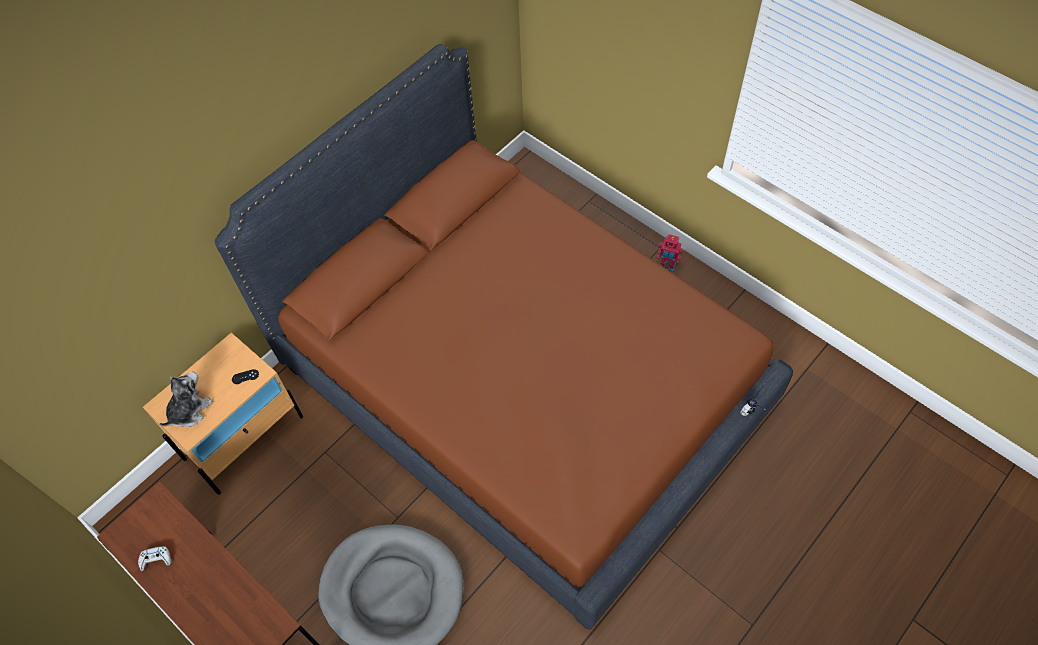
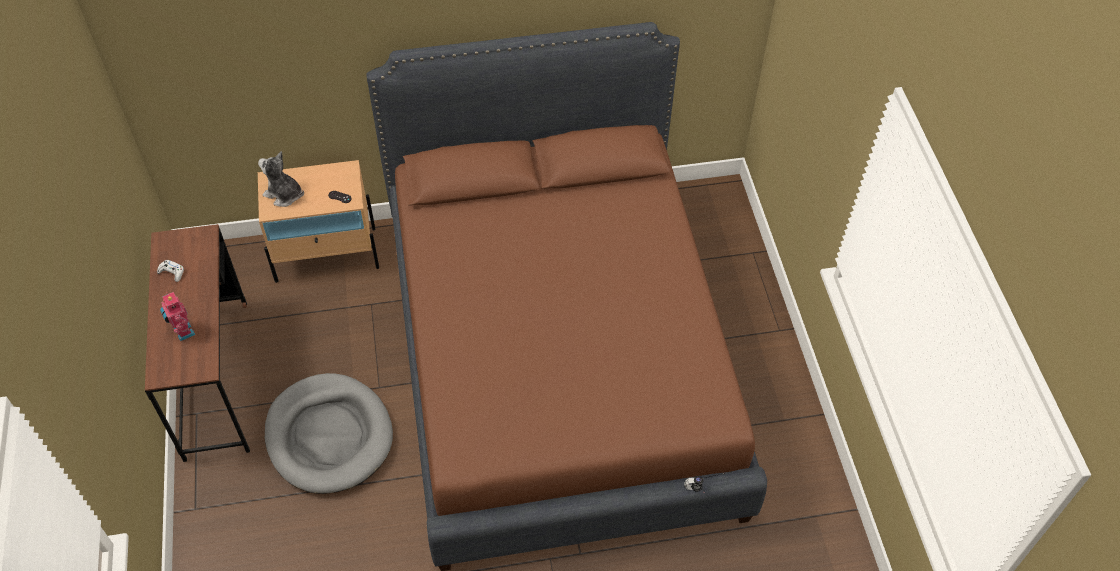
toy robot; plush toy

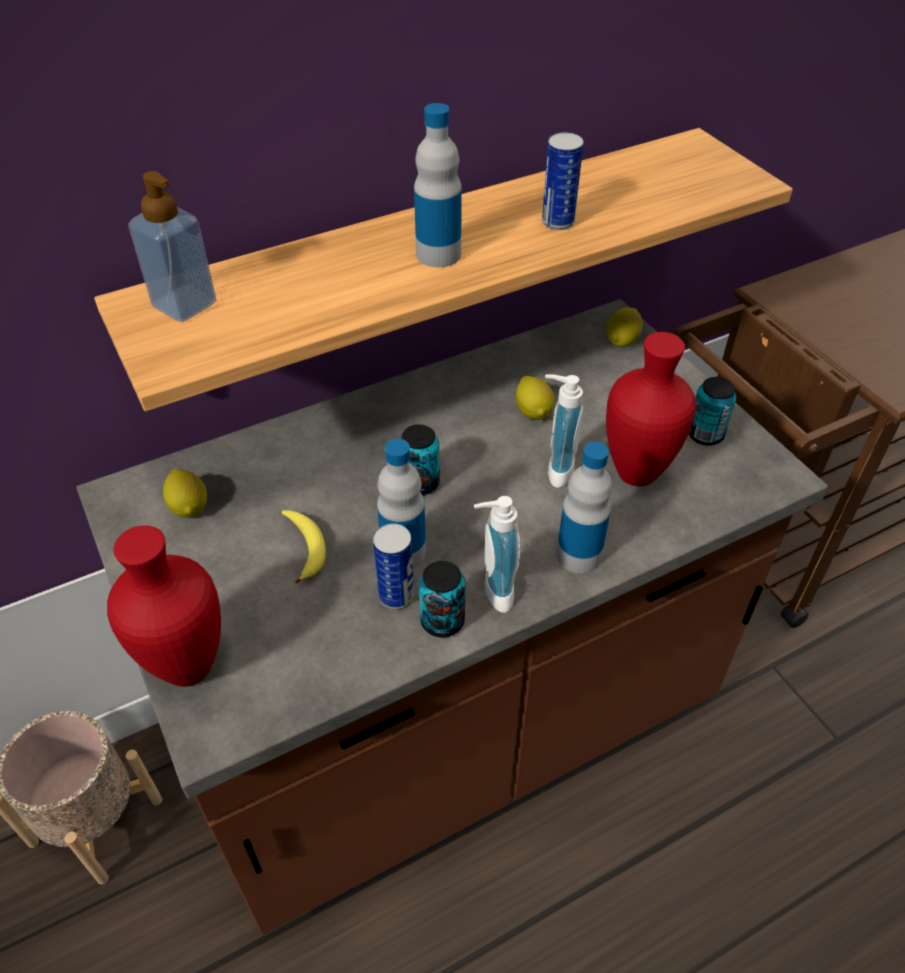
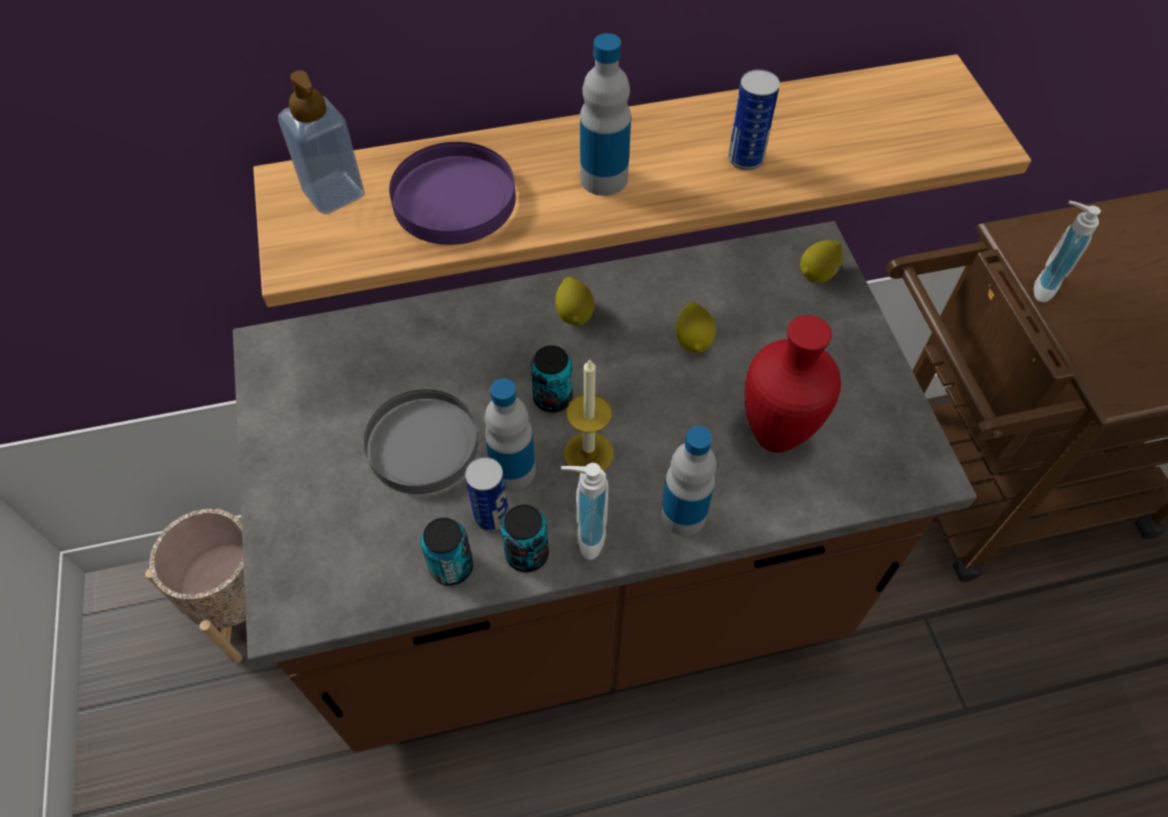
soap dispenser (no. 3 from left); can (no. 1 from left); lemon (no. 1 from left); grey plate; red vase (no. 1 from left in the first image); purple plate; candle

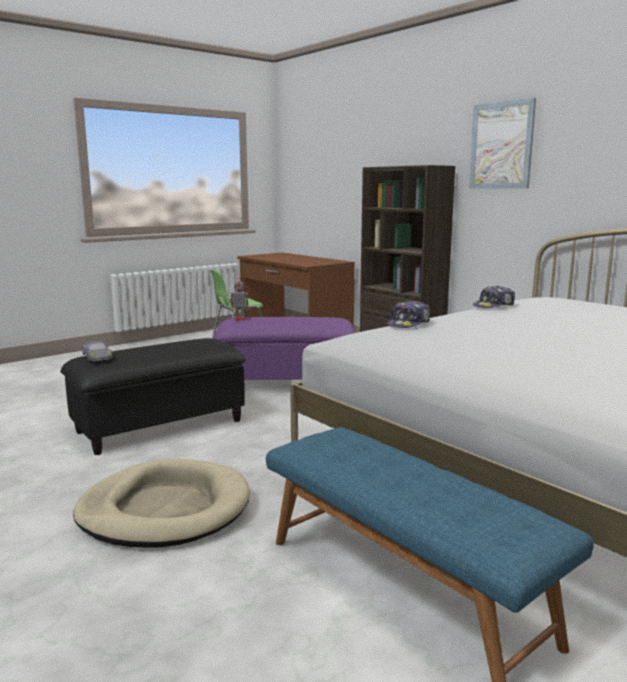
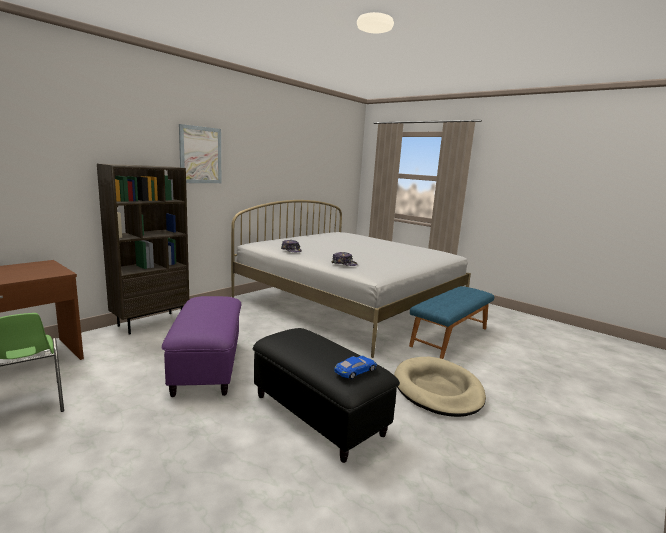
toy robot; blue toy car

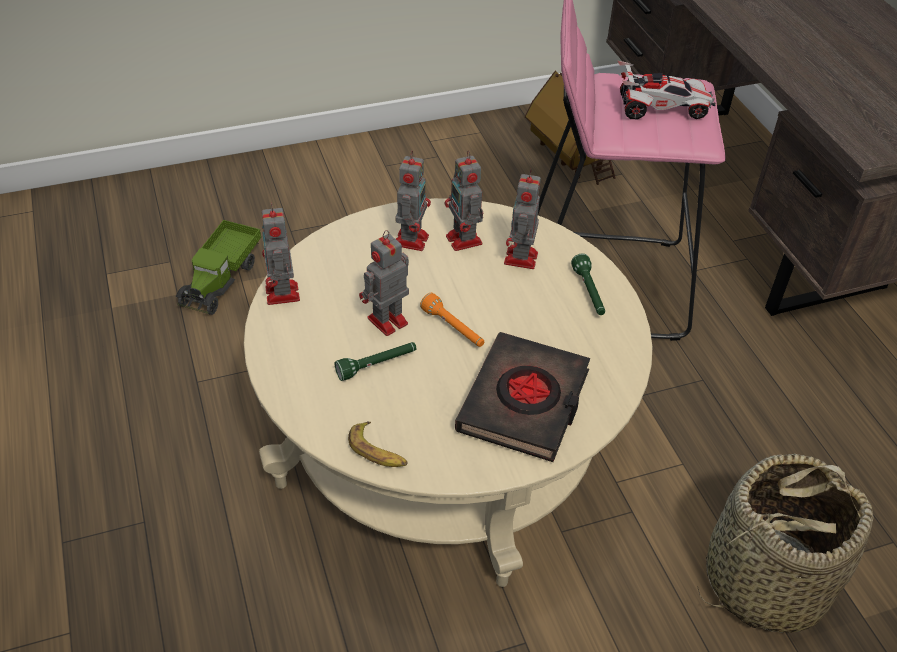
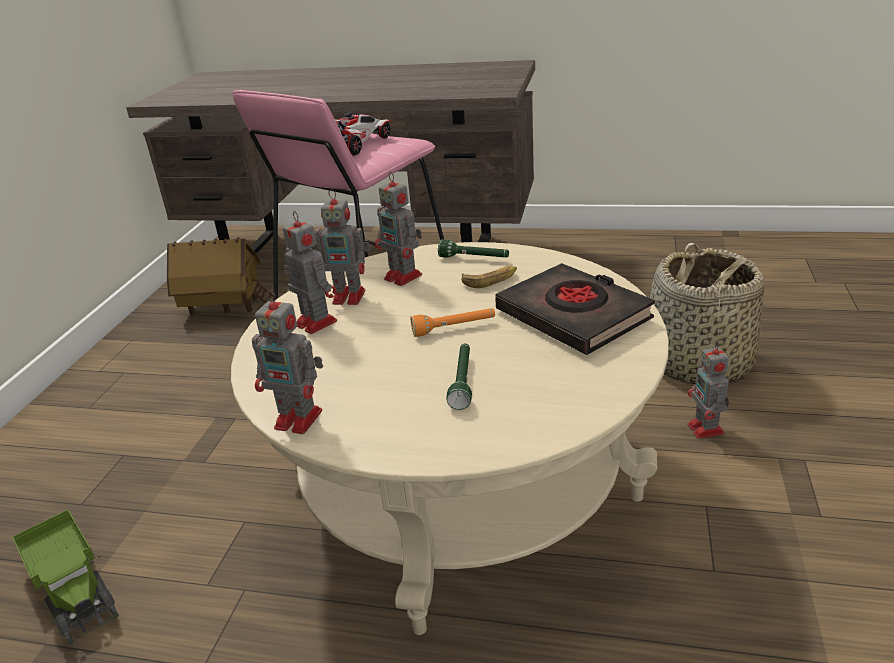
toy robot (no. 5 from left); banana

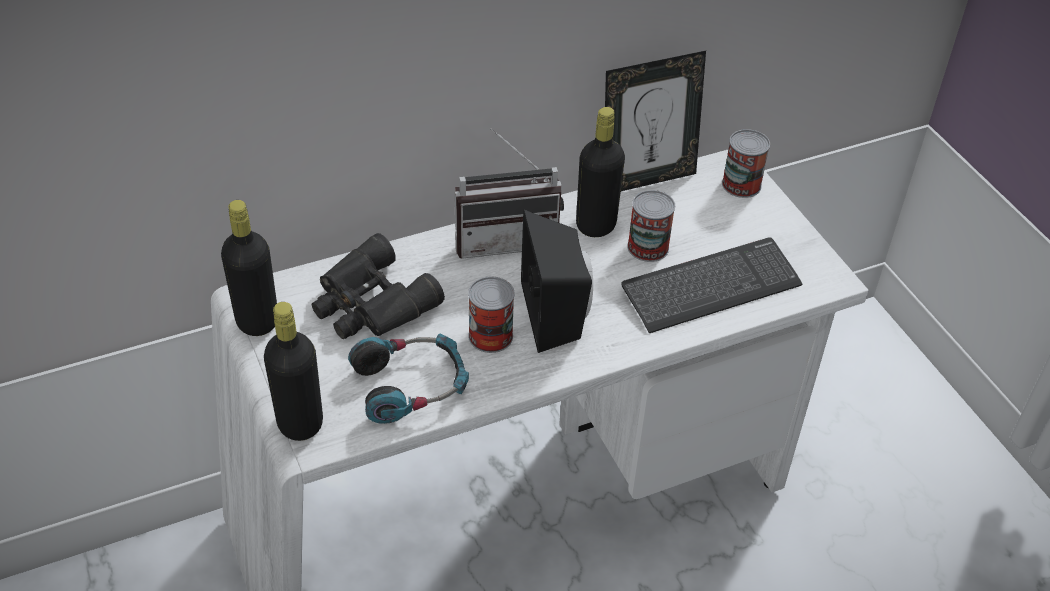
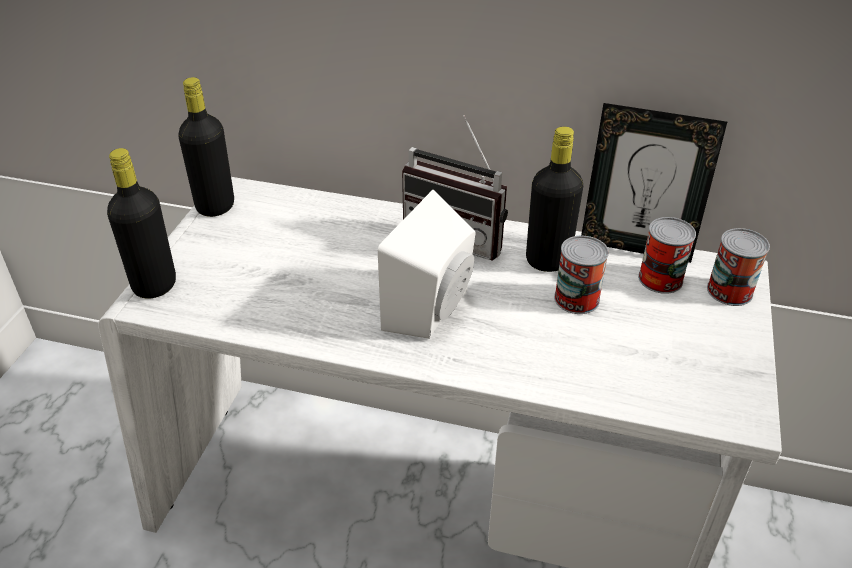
white speaker; black binoculars; keyboard; can (no. 2 from left); headphones

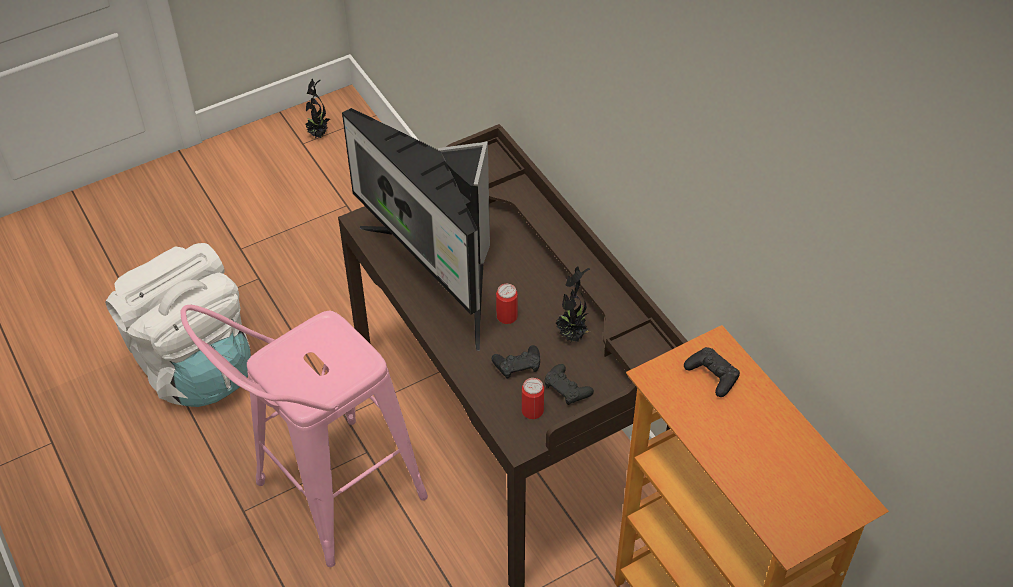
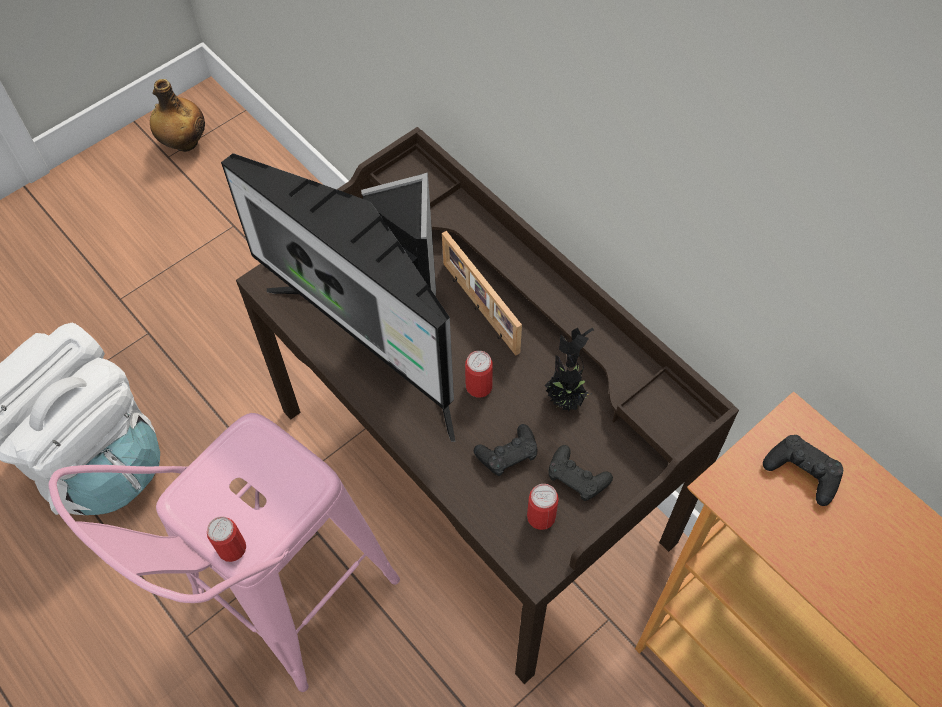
bottle; picture frame; can (no. 1 from left)

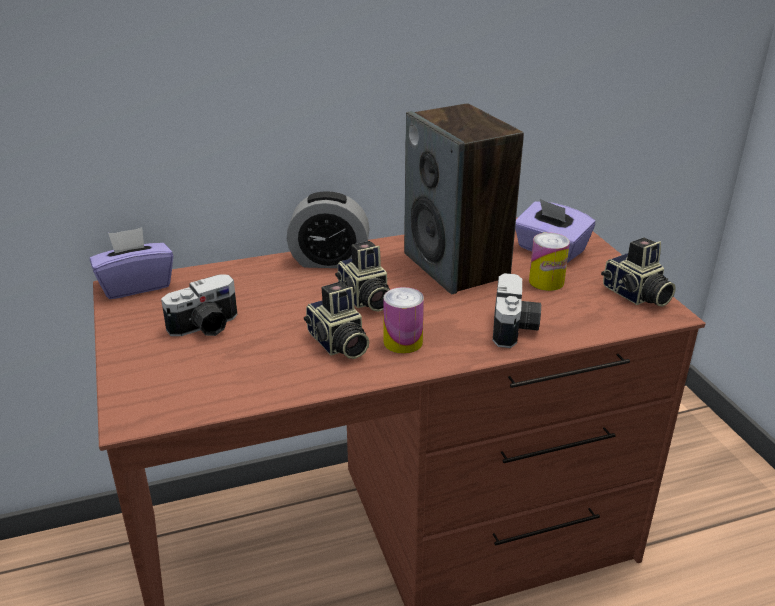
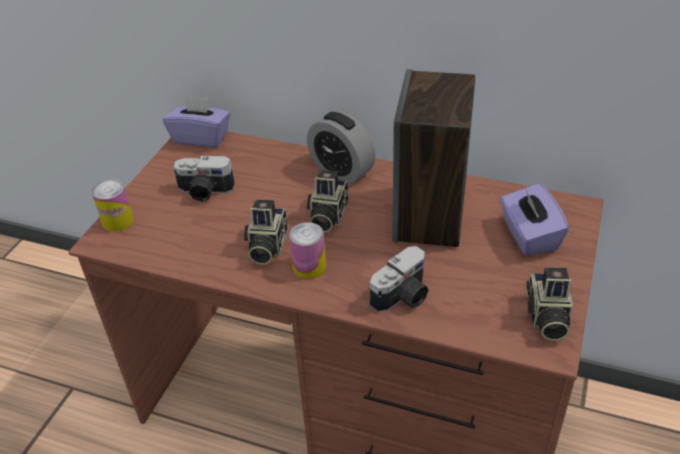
can (no. 1 from left)

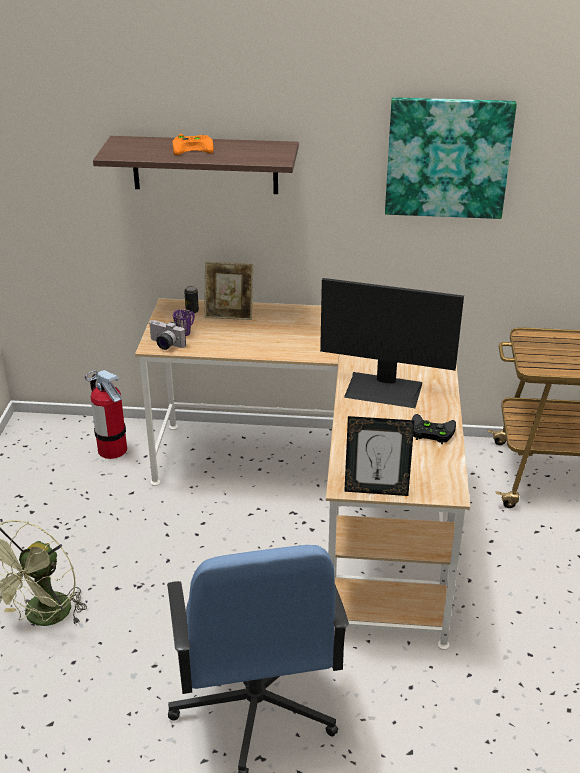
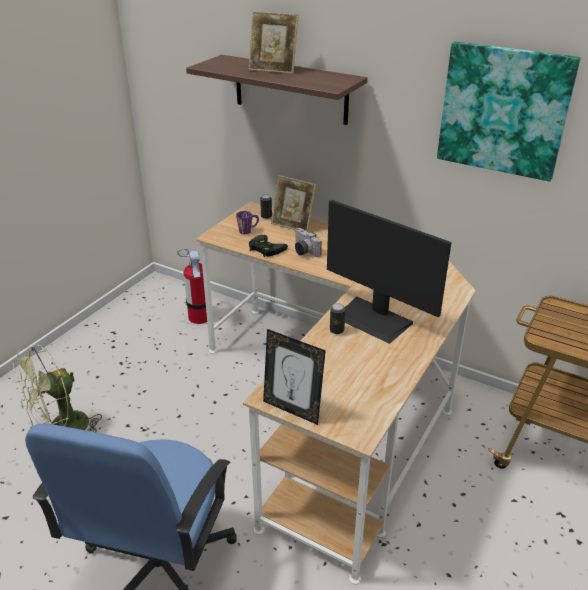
picture frame (no. 1 from left); photo camera; black game controller; can (no. 2 from left)

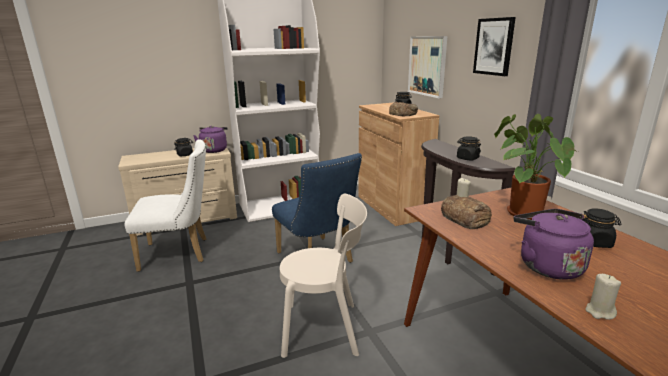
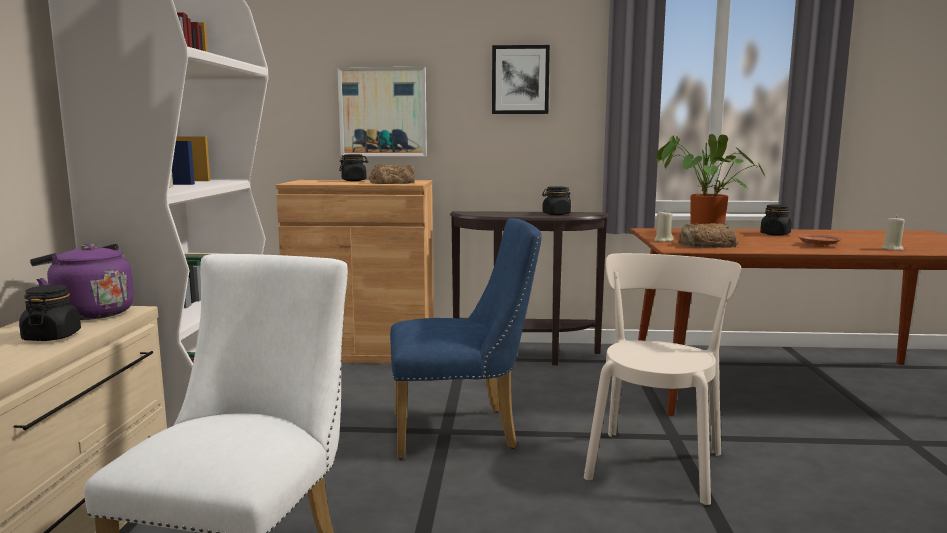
brown plate

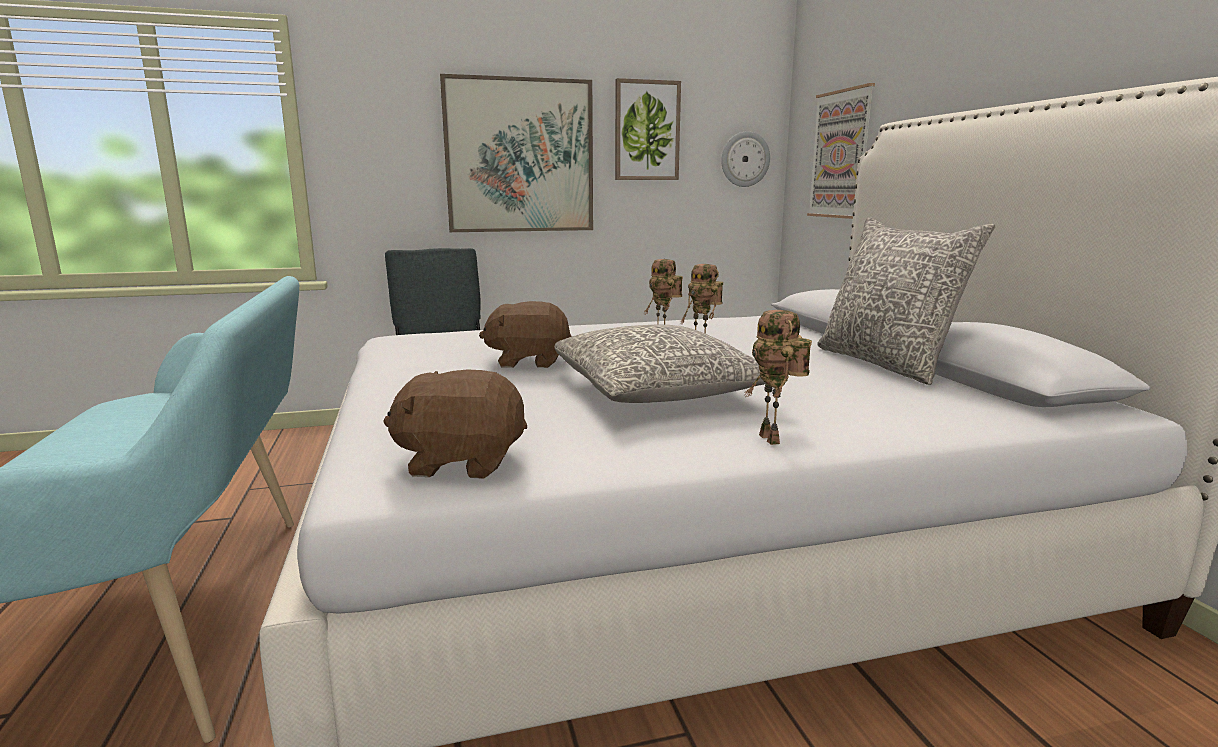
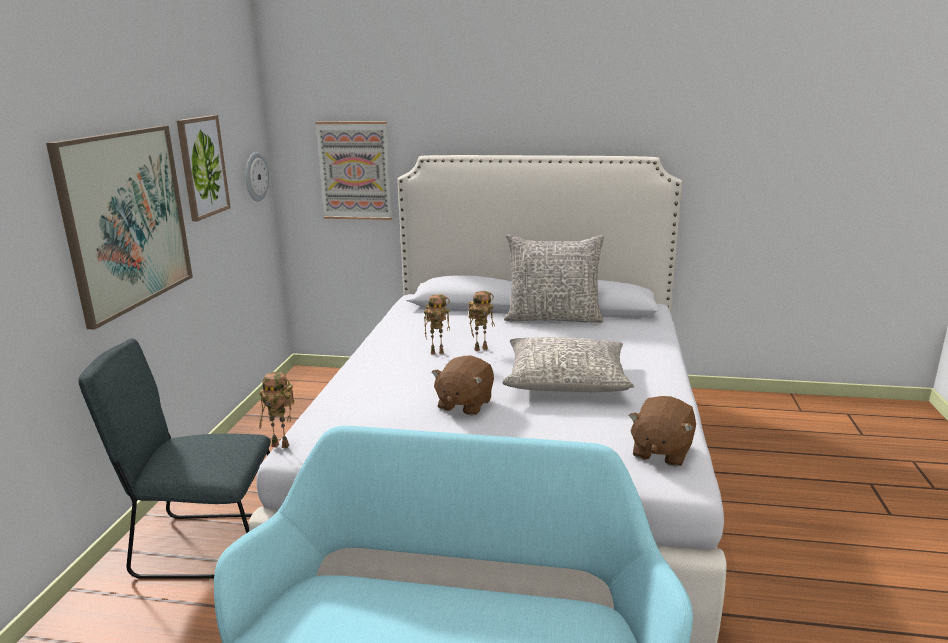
toy robot (no. 1 from left)

